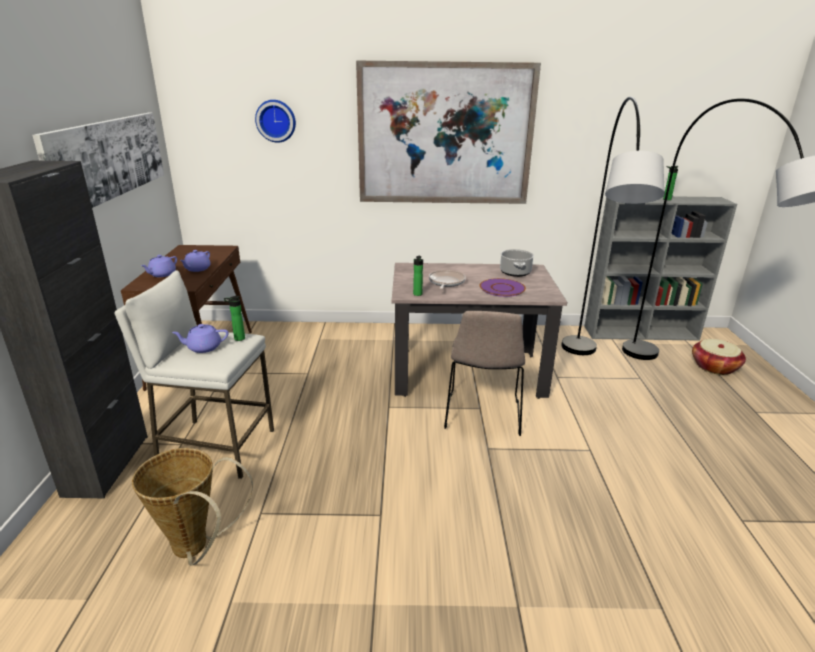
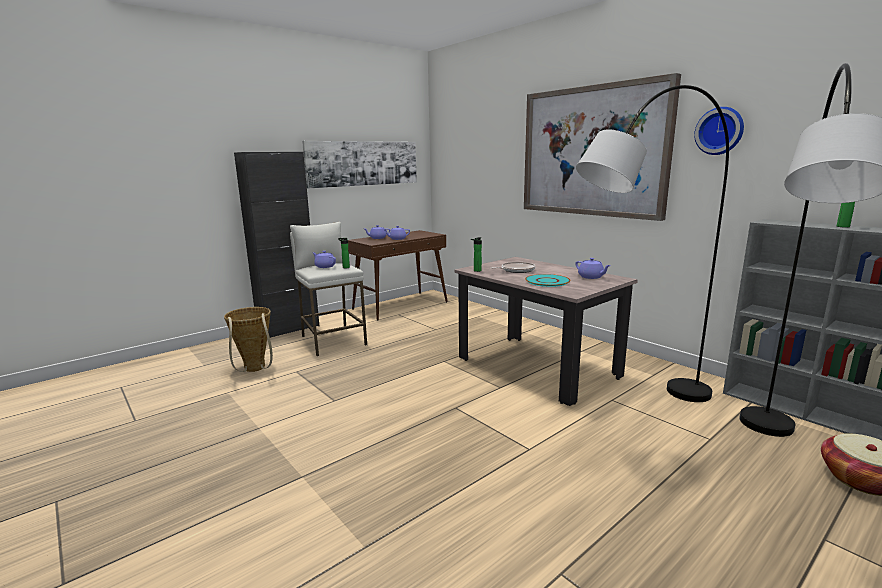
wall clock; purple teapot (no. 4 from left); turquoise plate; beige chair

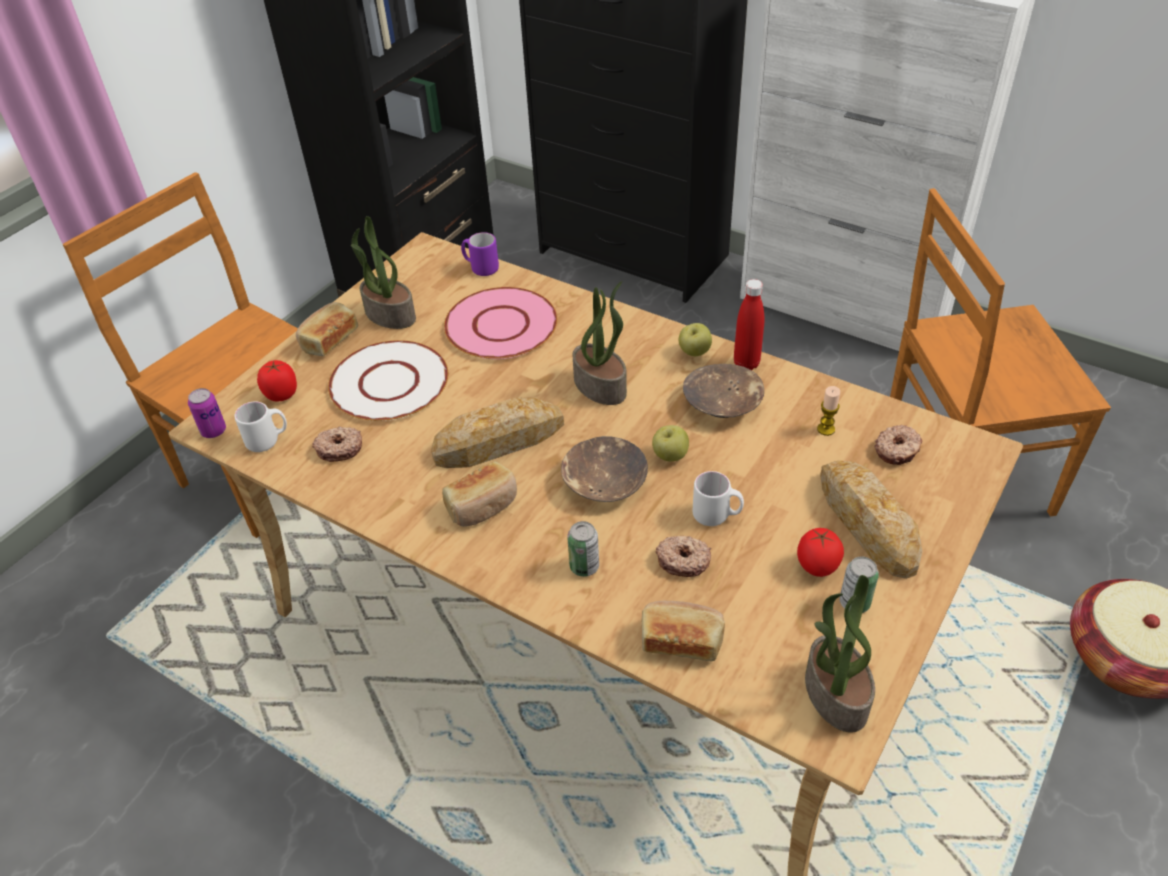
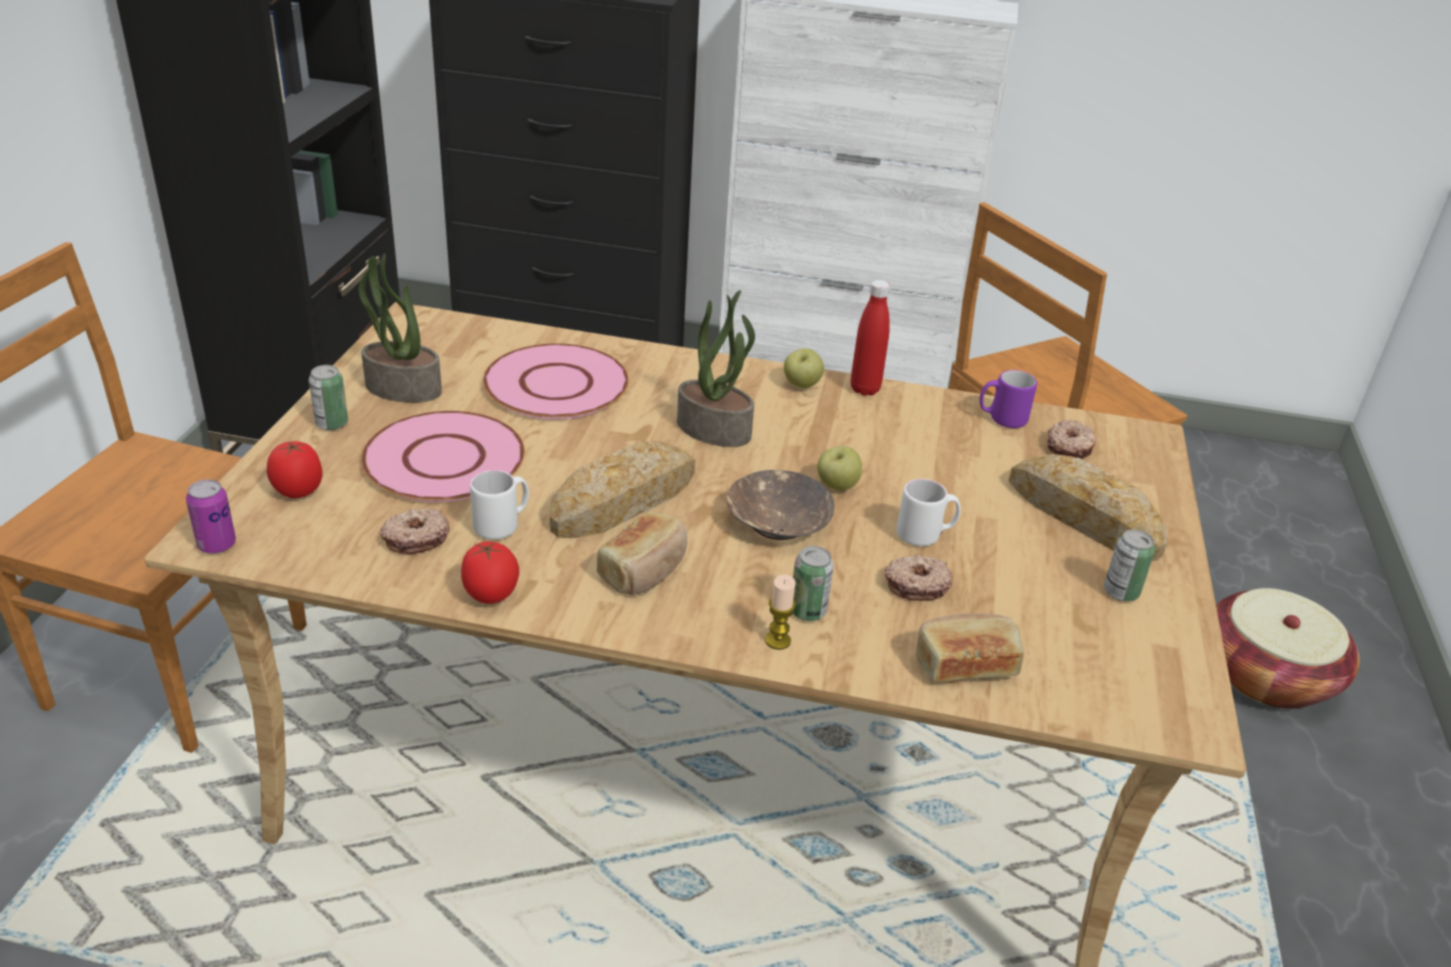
purple mug; can (no. 2 from left); pink plate (no. 1 from left); brown bowl (no. 2 from left in the first image); candle; white mug (no. 1 from left); tomato (no. 2 from left); potted plant (no. 3 from left in the first image)

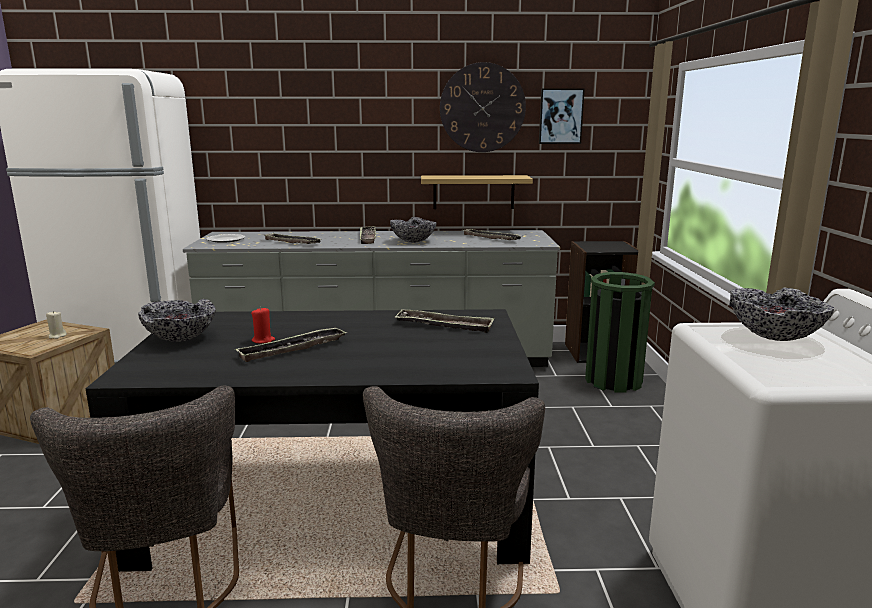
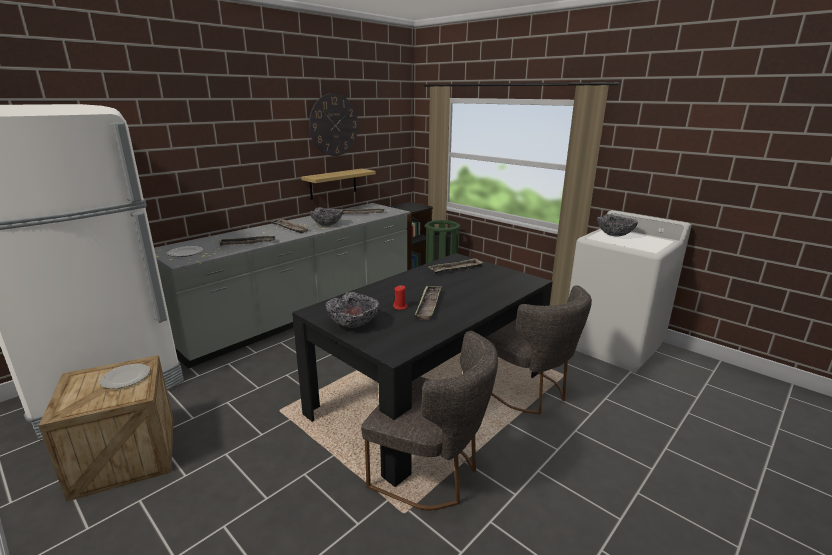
picture; plate (no. 1 from left)

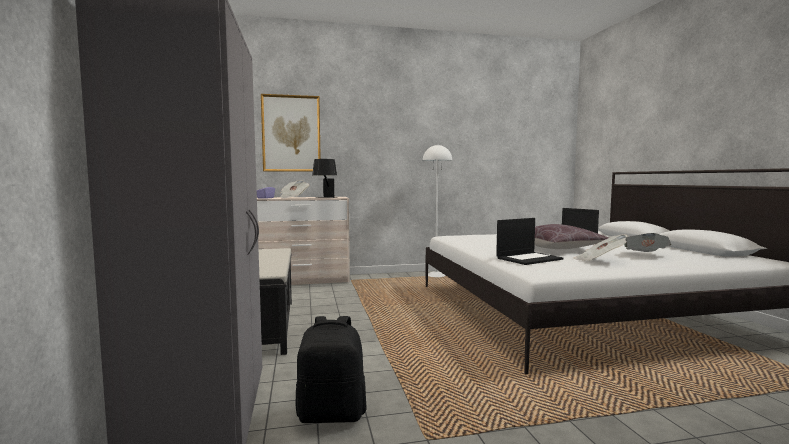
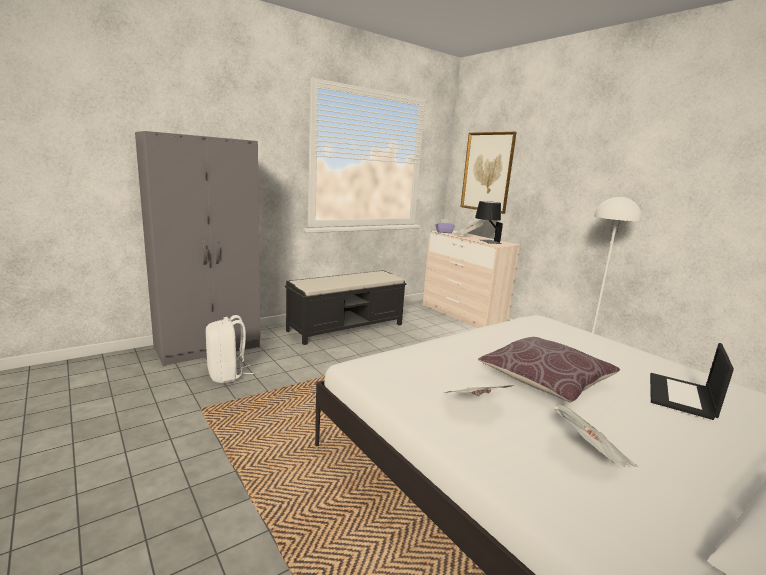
laptop (no. 1 from left in the first image); white backpack

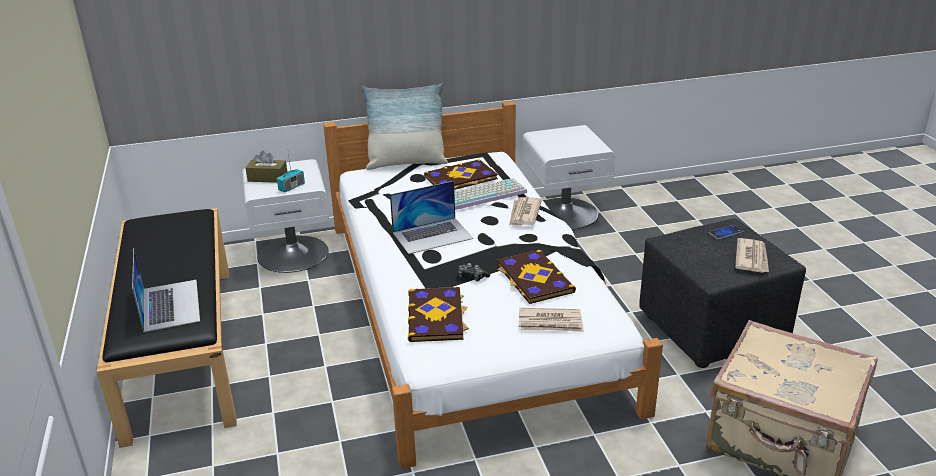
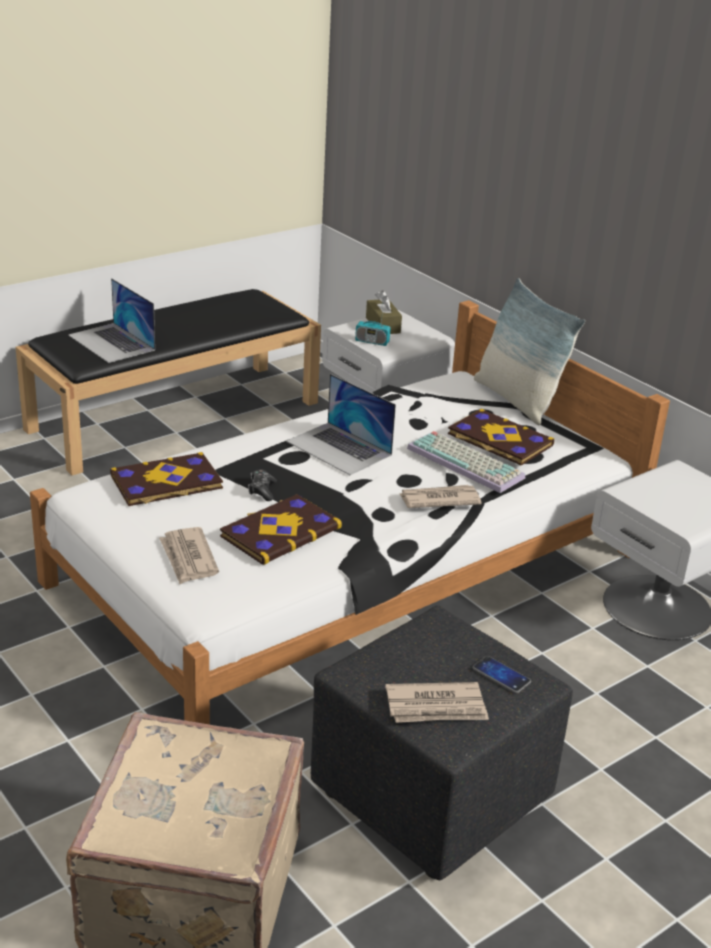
laptop (no. 1 from left)

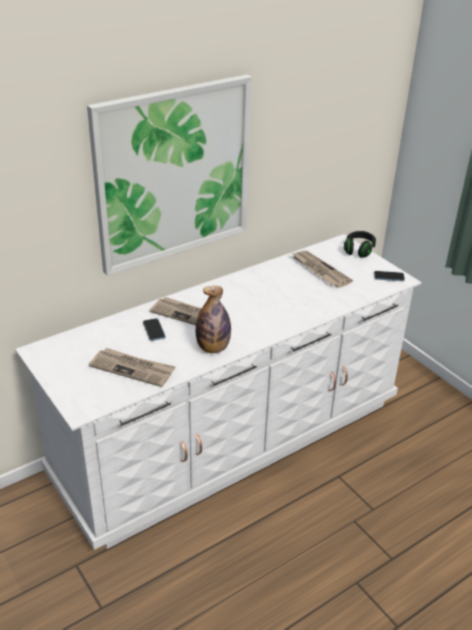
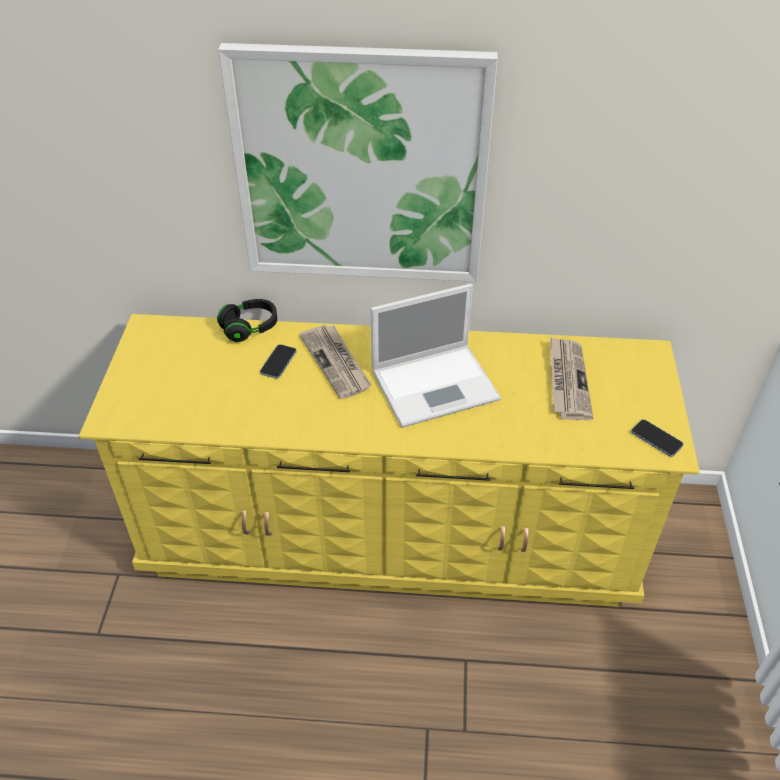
black headphones; yellow dresser; bottle; newspaper (no. 1 from left in the first image); laptop

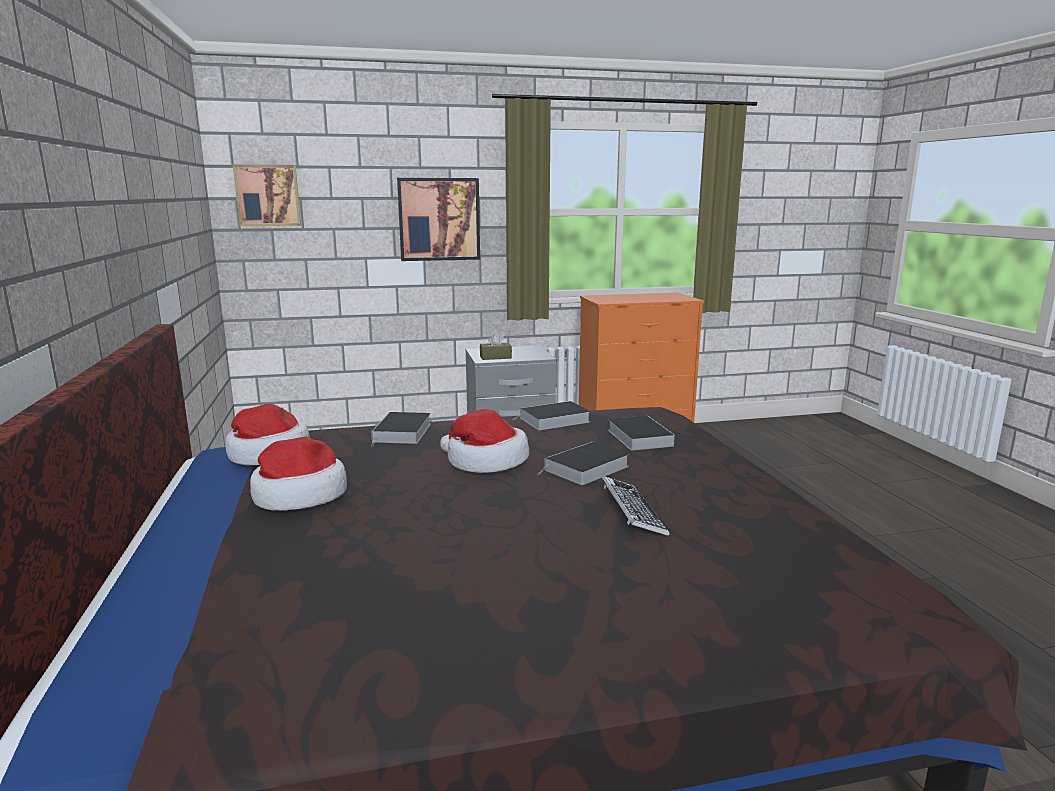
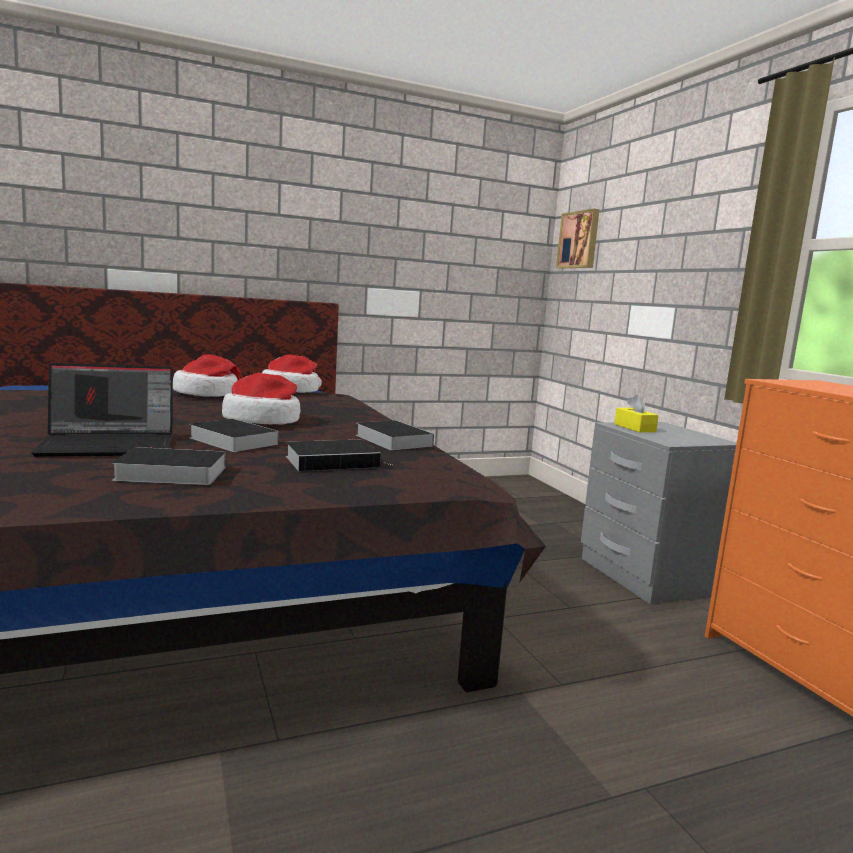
picture (no. 2 from left in the first image); yellow tissue box; book (no. 1 from left); laptop

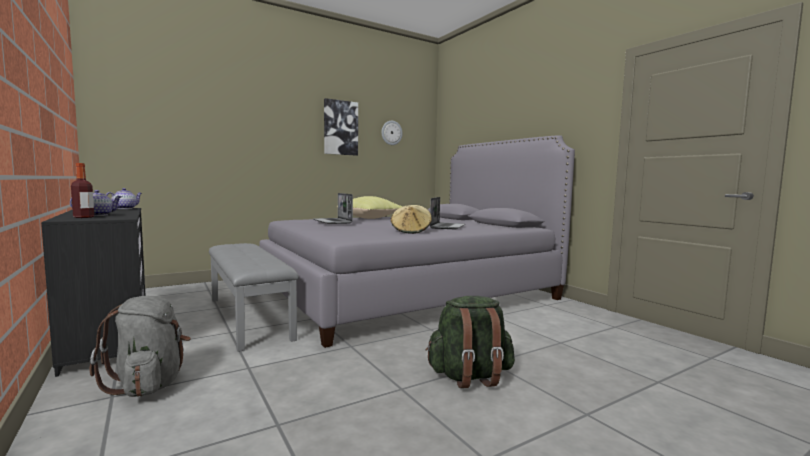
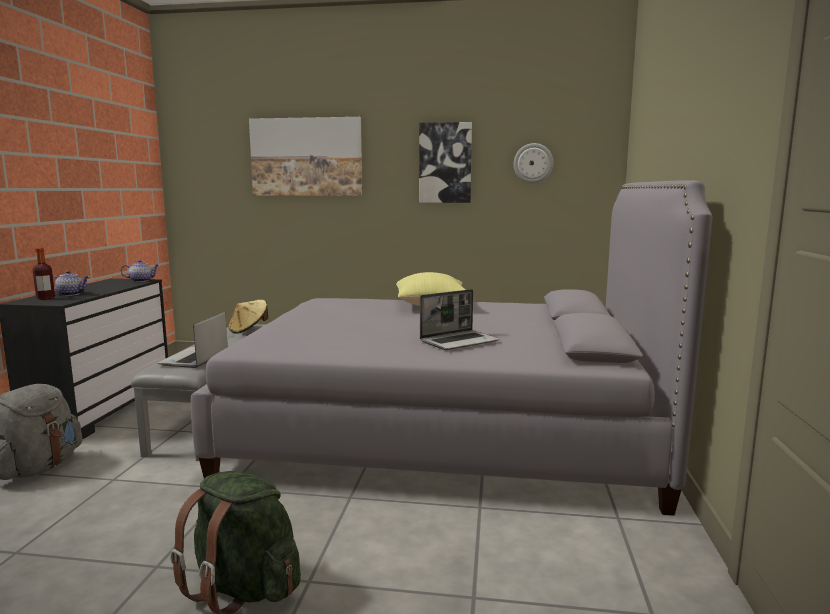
laptop (no. 1 from left); beige hat; picture (no. 1 from left)

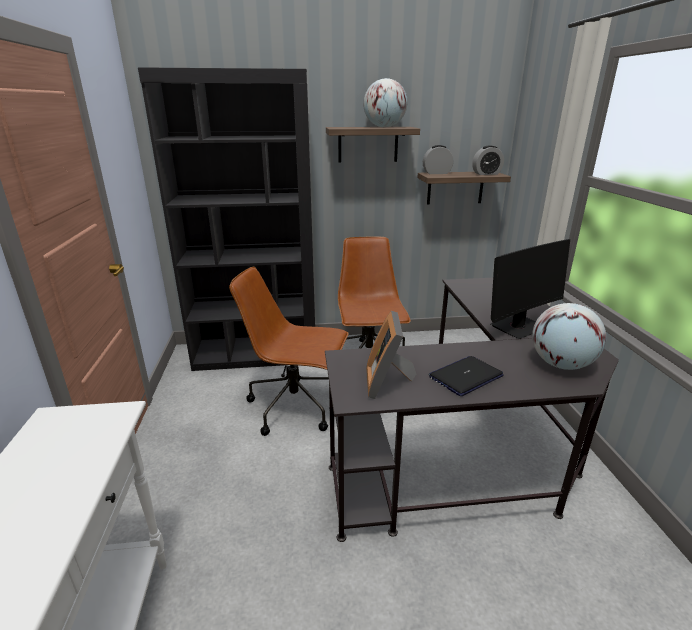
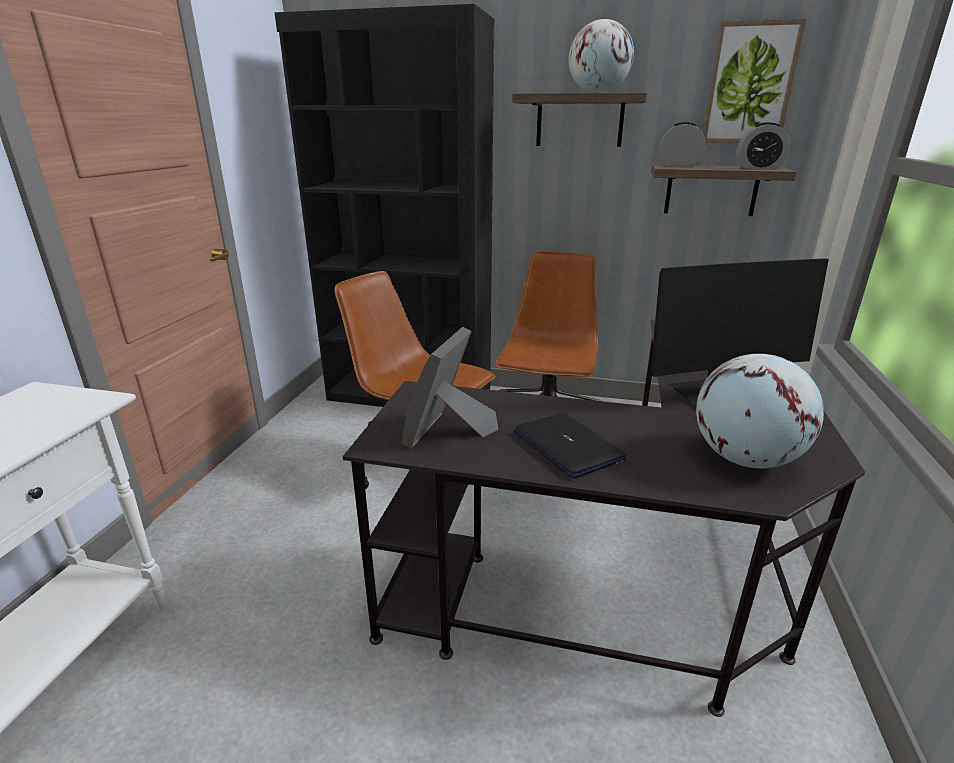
laptop; picture

